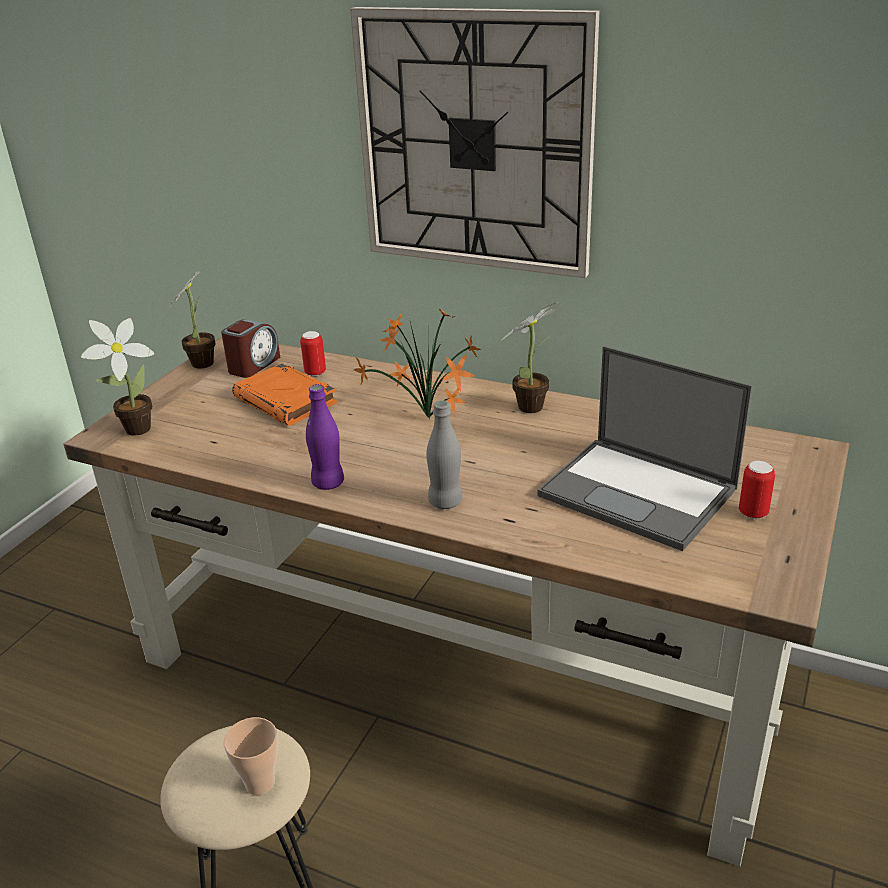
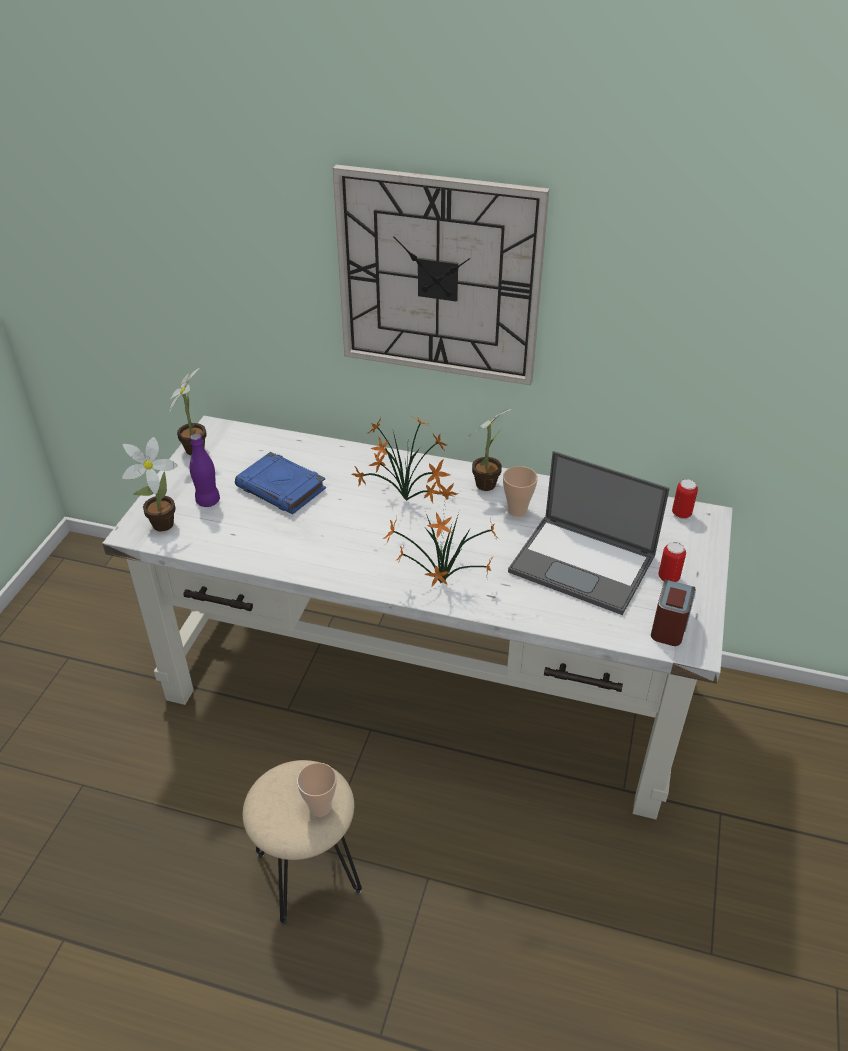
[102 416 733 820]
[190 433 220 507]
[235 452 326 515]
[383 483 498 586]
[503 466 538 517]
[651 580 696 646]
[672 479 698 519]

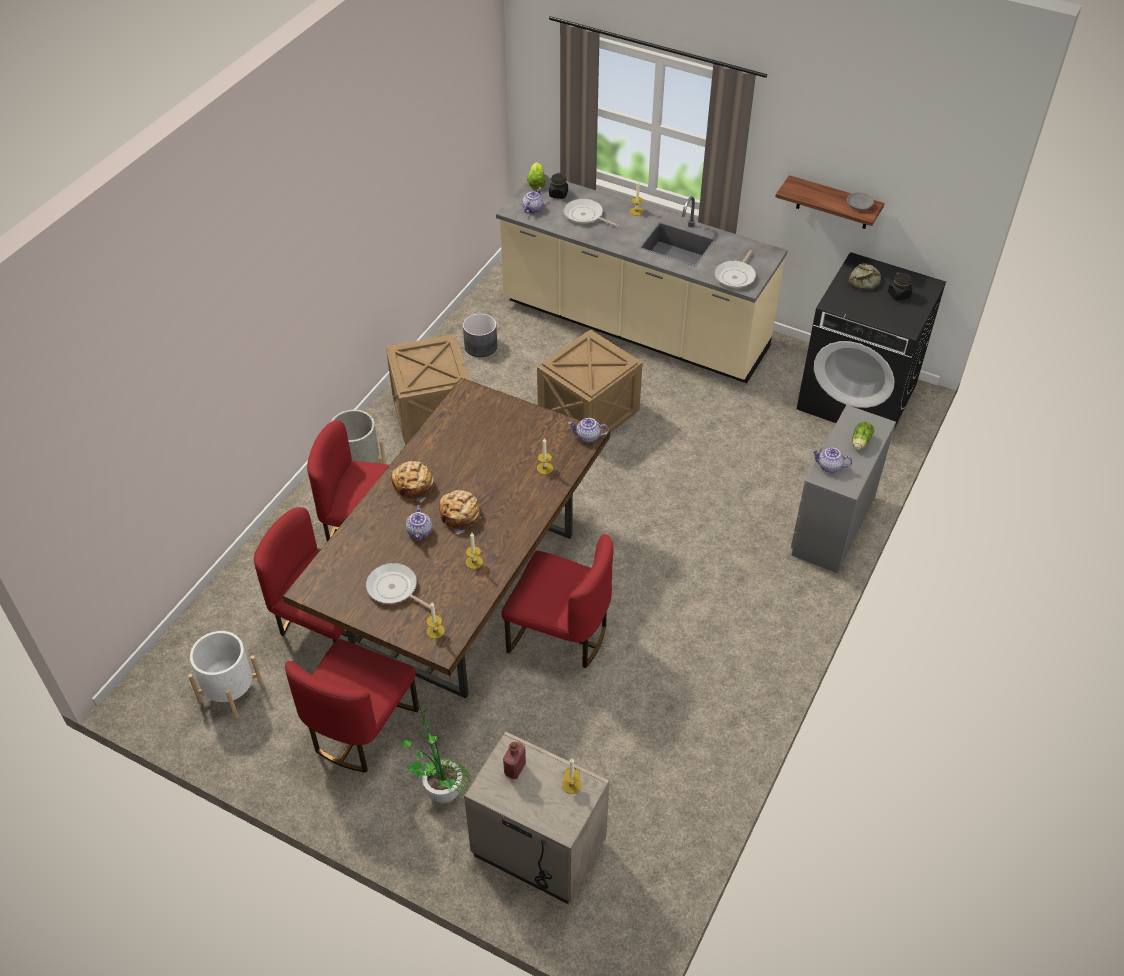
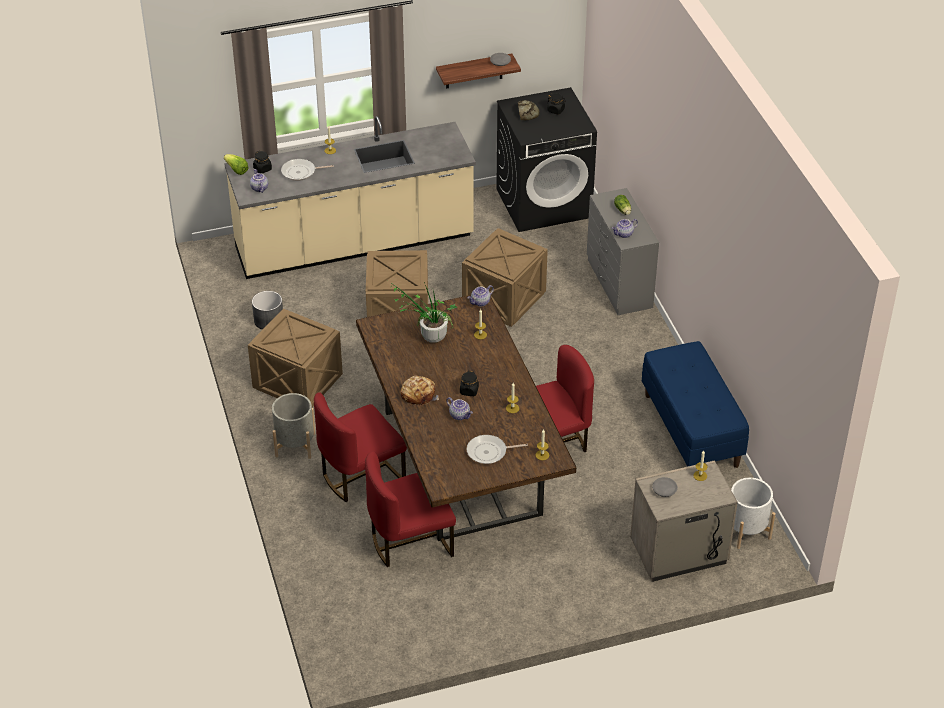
[391 282 457 343]
[460 371 479 396]
[462 228 548 327]
[642 341 749 468]
[652 477 678 497]
[731 478 776 549]
[285 639 419 773] (first image)
[715 250 756 288] (first image)

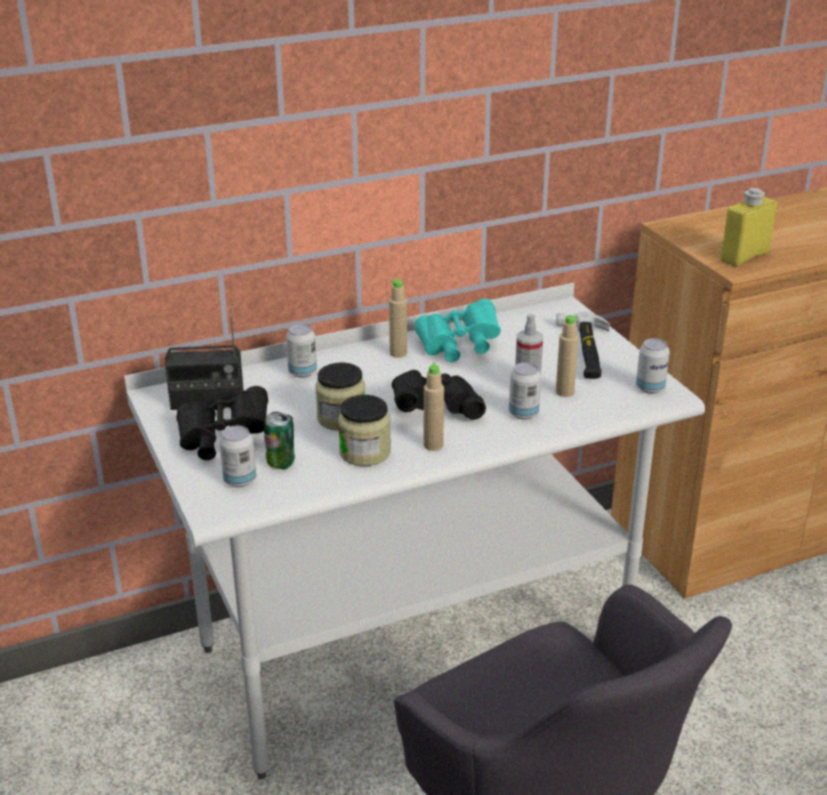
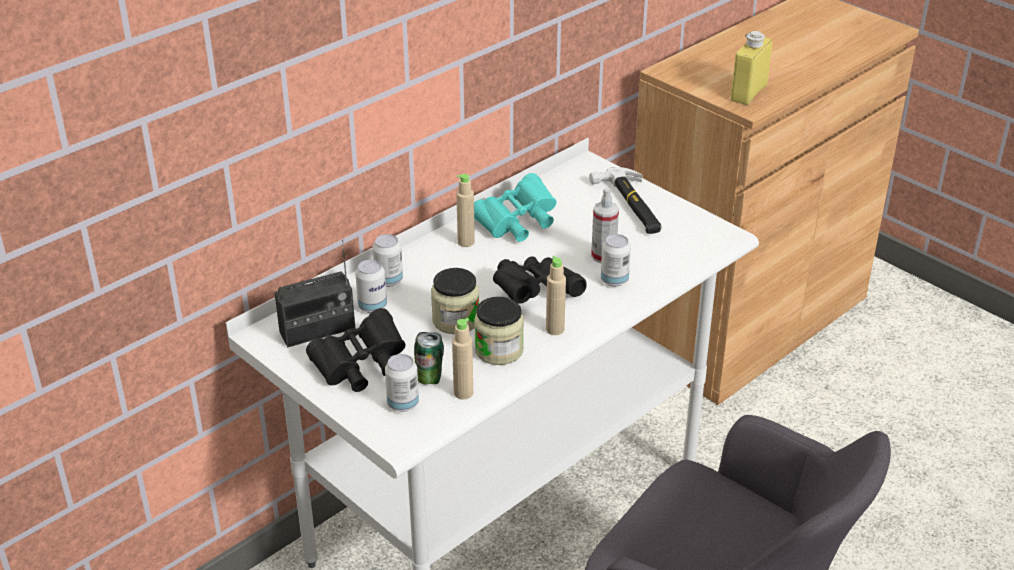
[355 259 387 313]
[452 318 473 399]

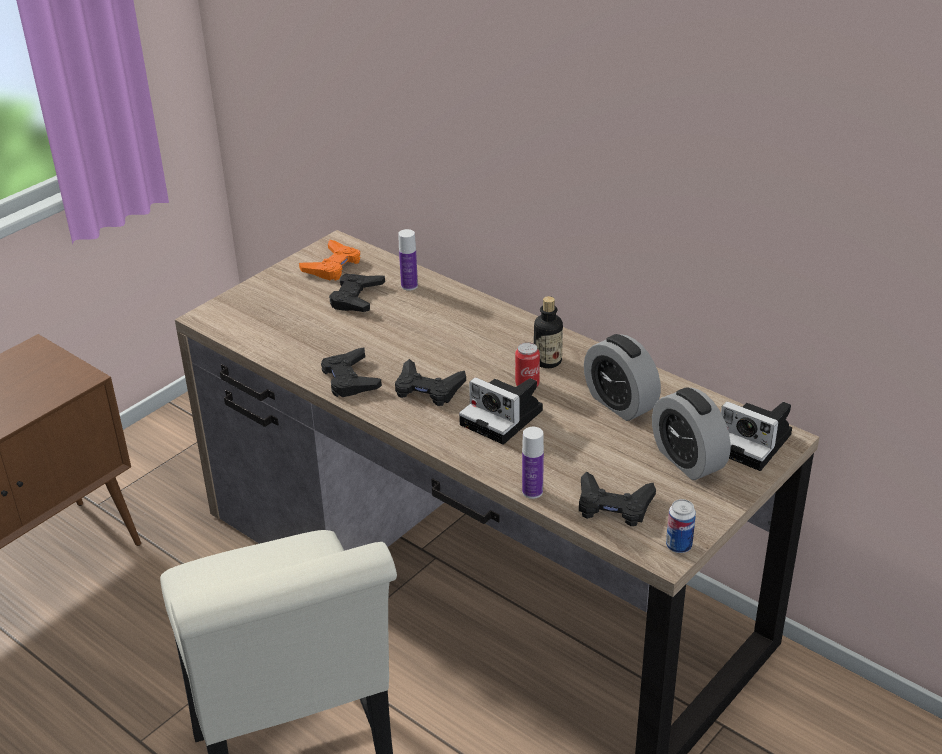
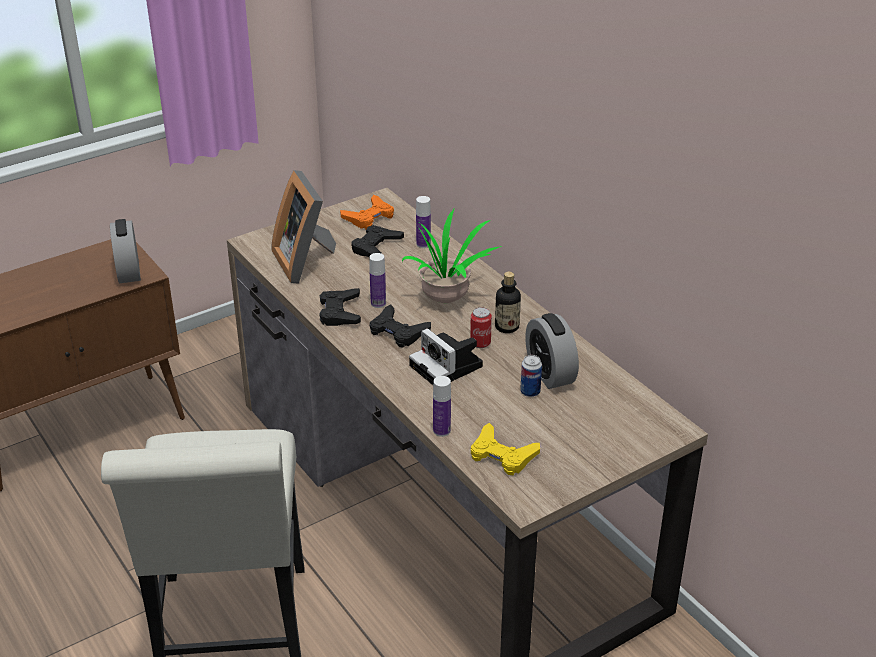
[110 219 141 284]
[271 170 336 284]
[369 253 386 308]
[402 209 502 303]
[471 423 540 475]
[520 355 542 397]
[721 402 792 471] (first image)

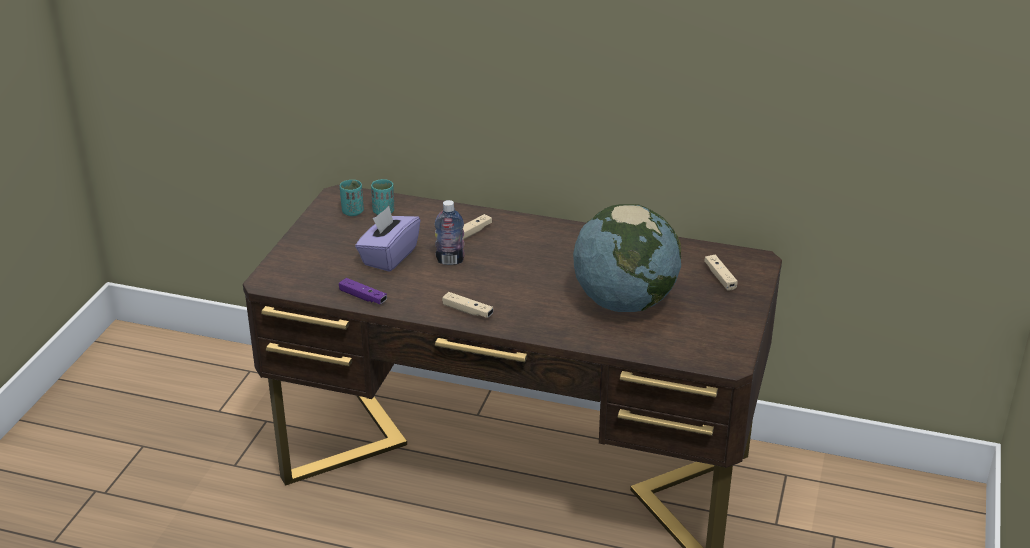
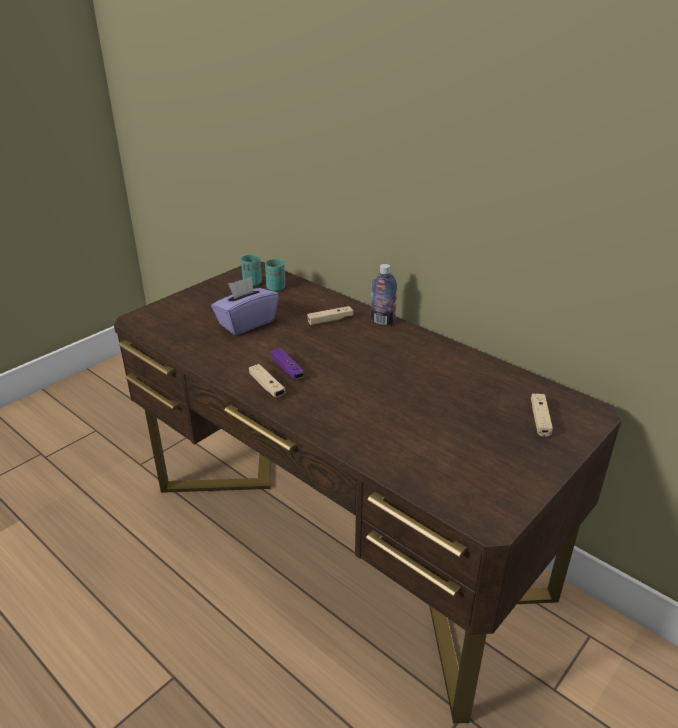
[271 348 305 380]
[371 264 397 325]
[573 204 681 312] (first image)

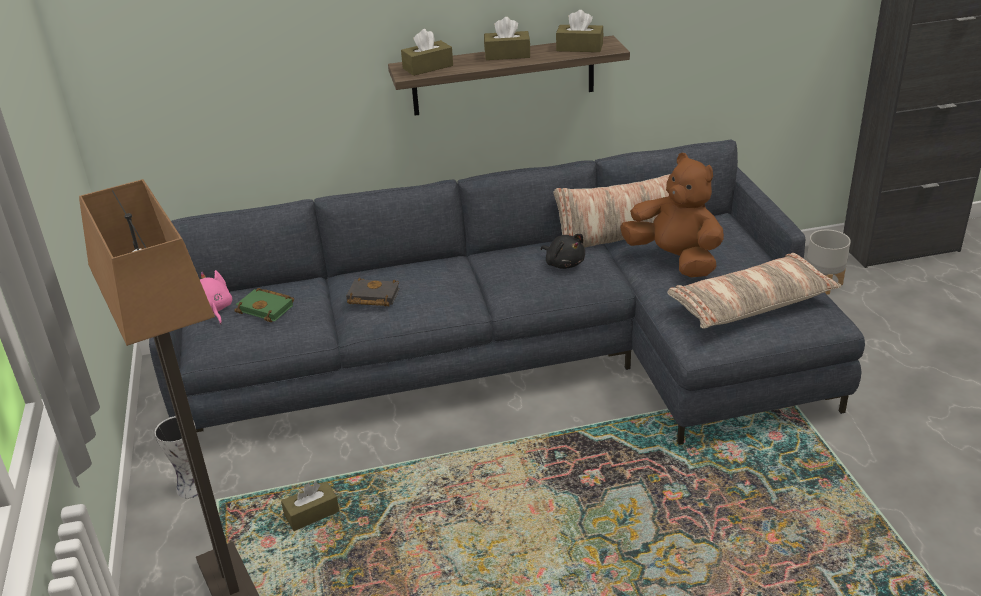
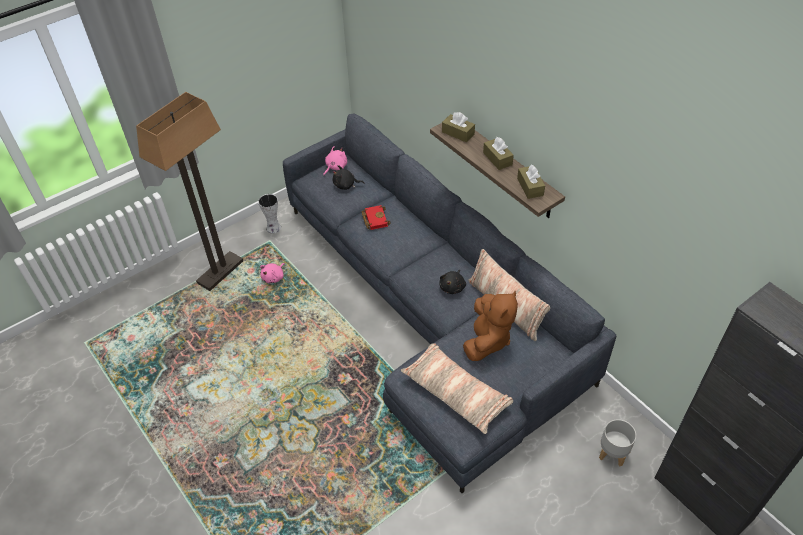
[260 263 285 283]
[333 165 365 190]
[362 205 391 230]

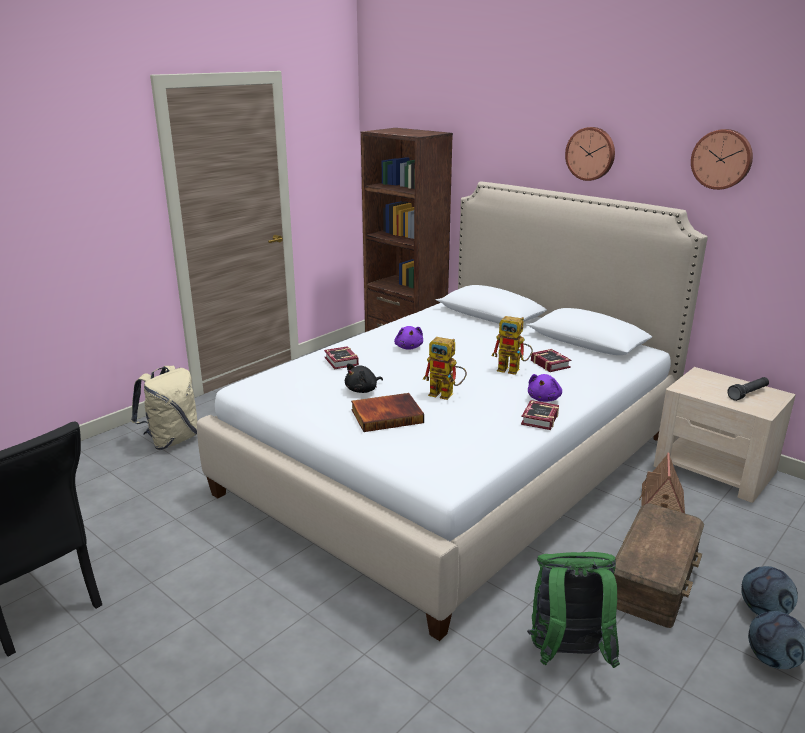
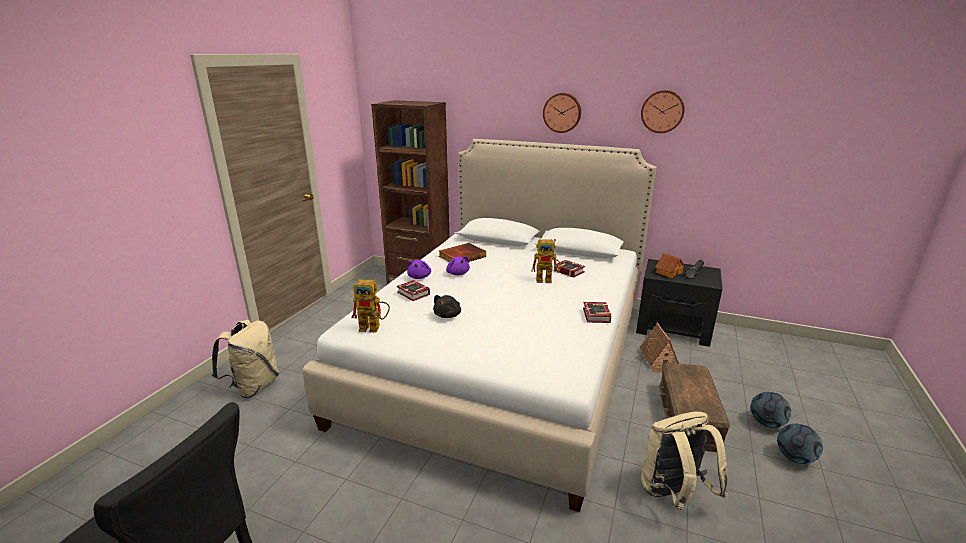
[351 279 390 333]
[407 260 431 279]
[439 243 486 262]
[636 259 723 347]
[641 412 728 512]
[655 253 685 278]

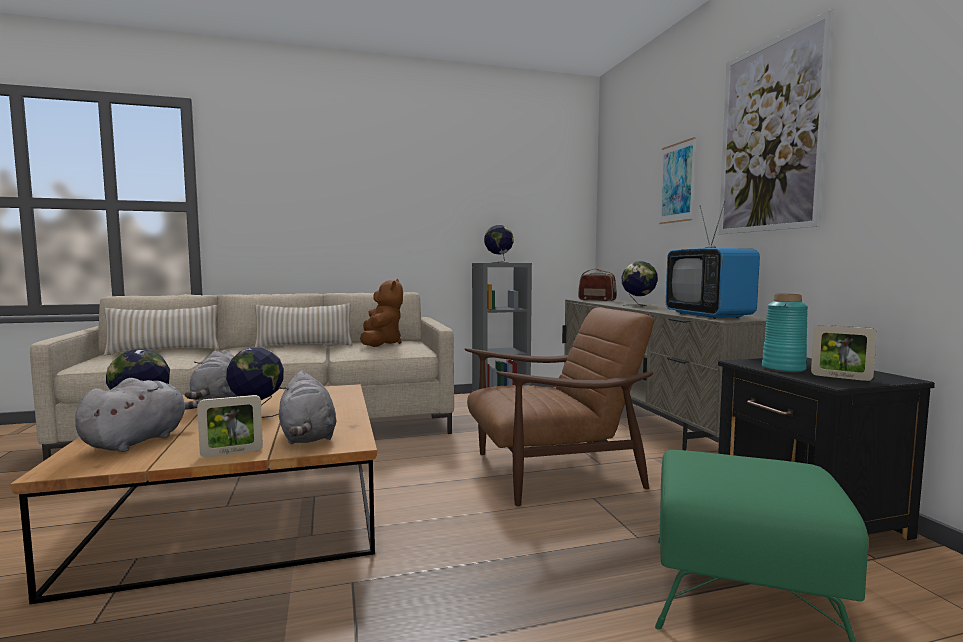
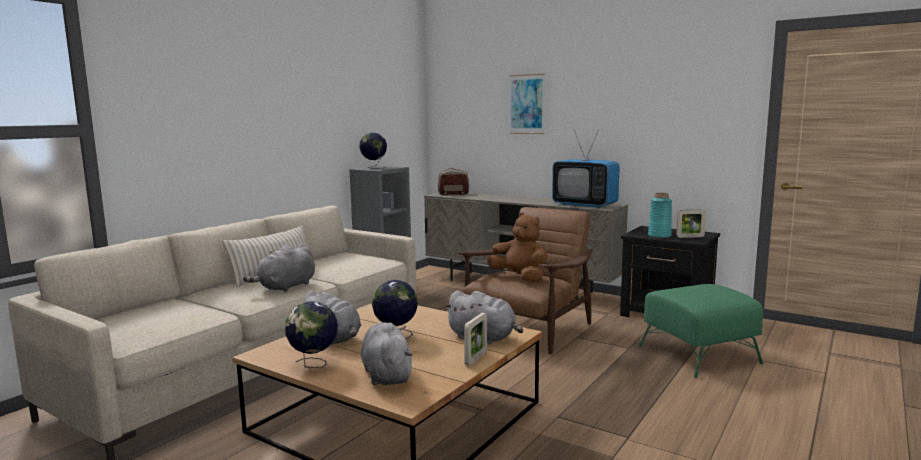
[243 244 315 292]
[486 213 547 282]
[104 305 219 356] (first image)
[622 261 658 306] (first image)
[719 9 834 234] (first image)

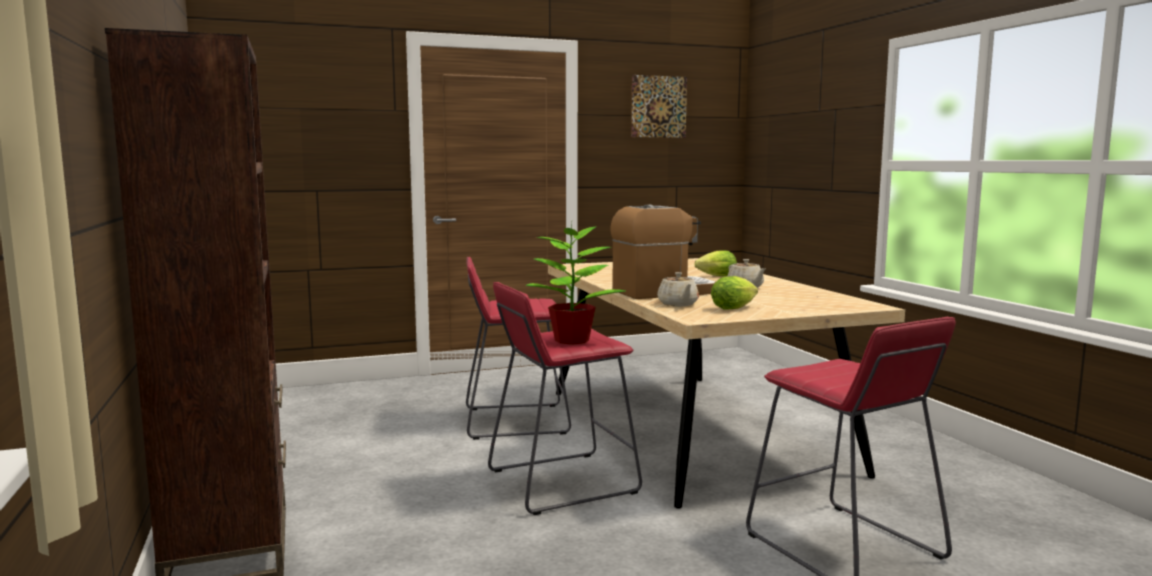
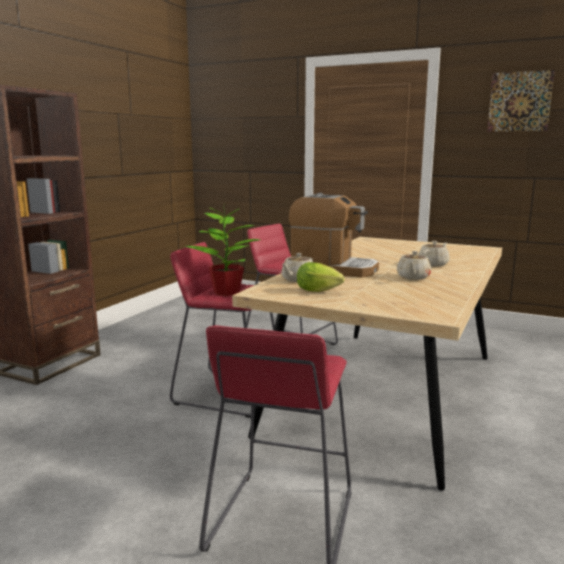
[418 241 450 267]

